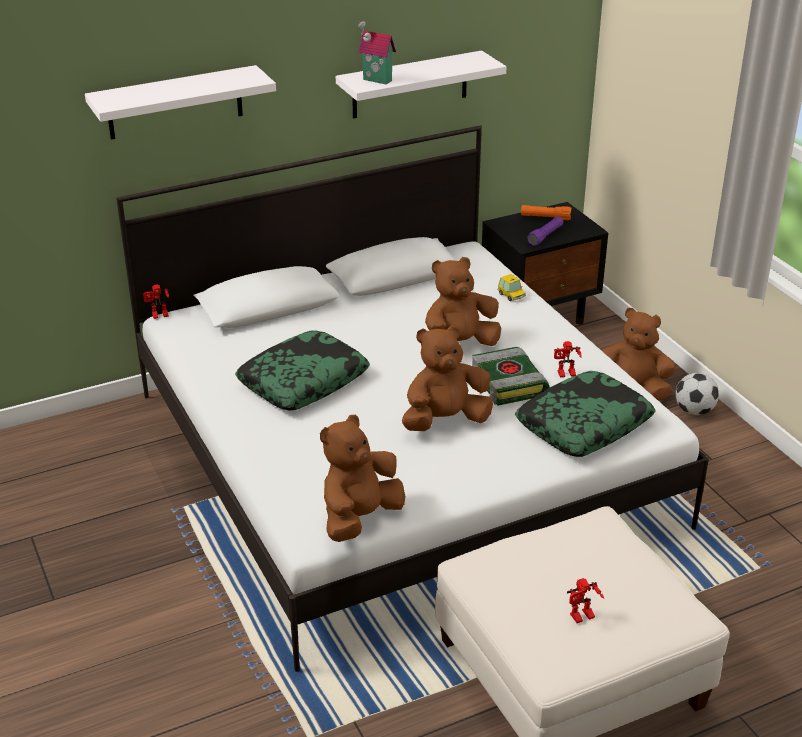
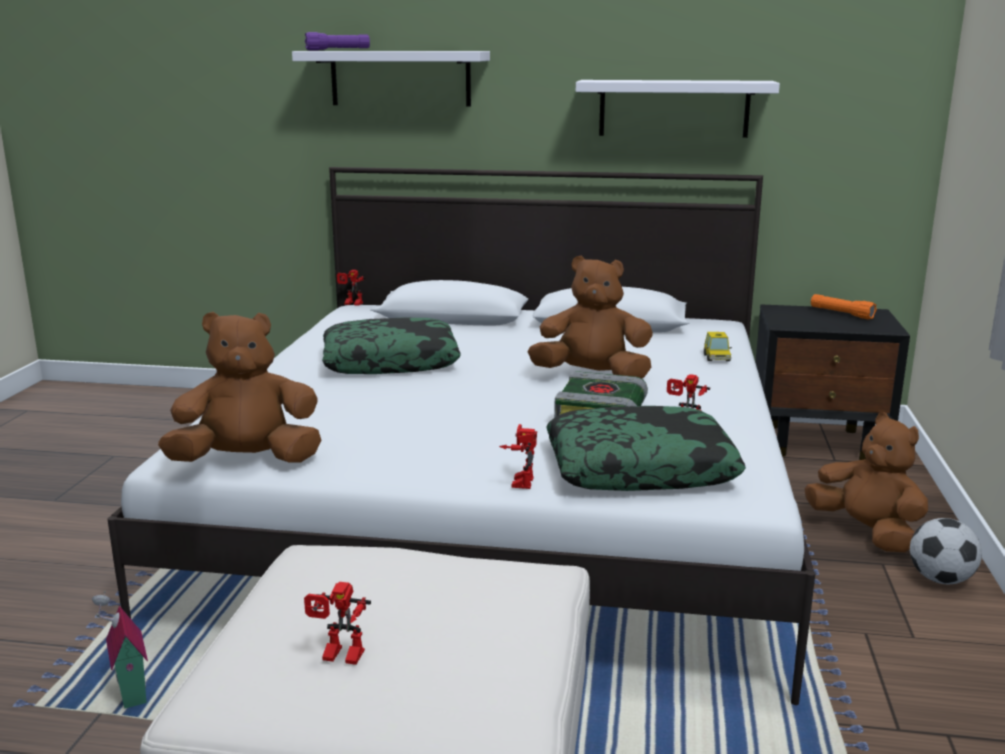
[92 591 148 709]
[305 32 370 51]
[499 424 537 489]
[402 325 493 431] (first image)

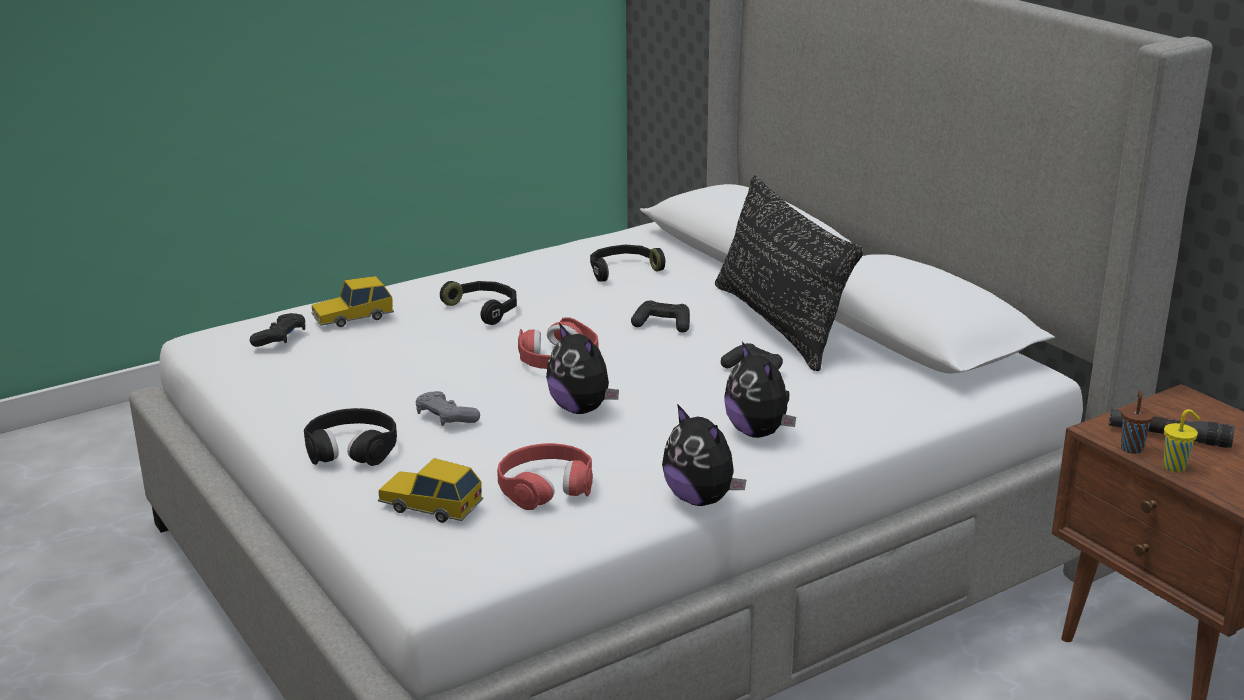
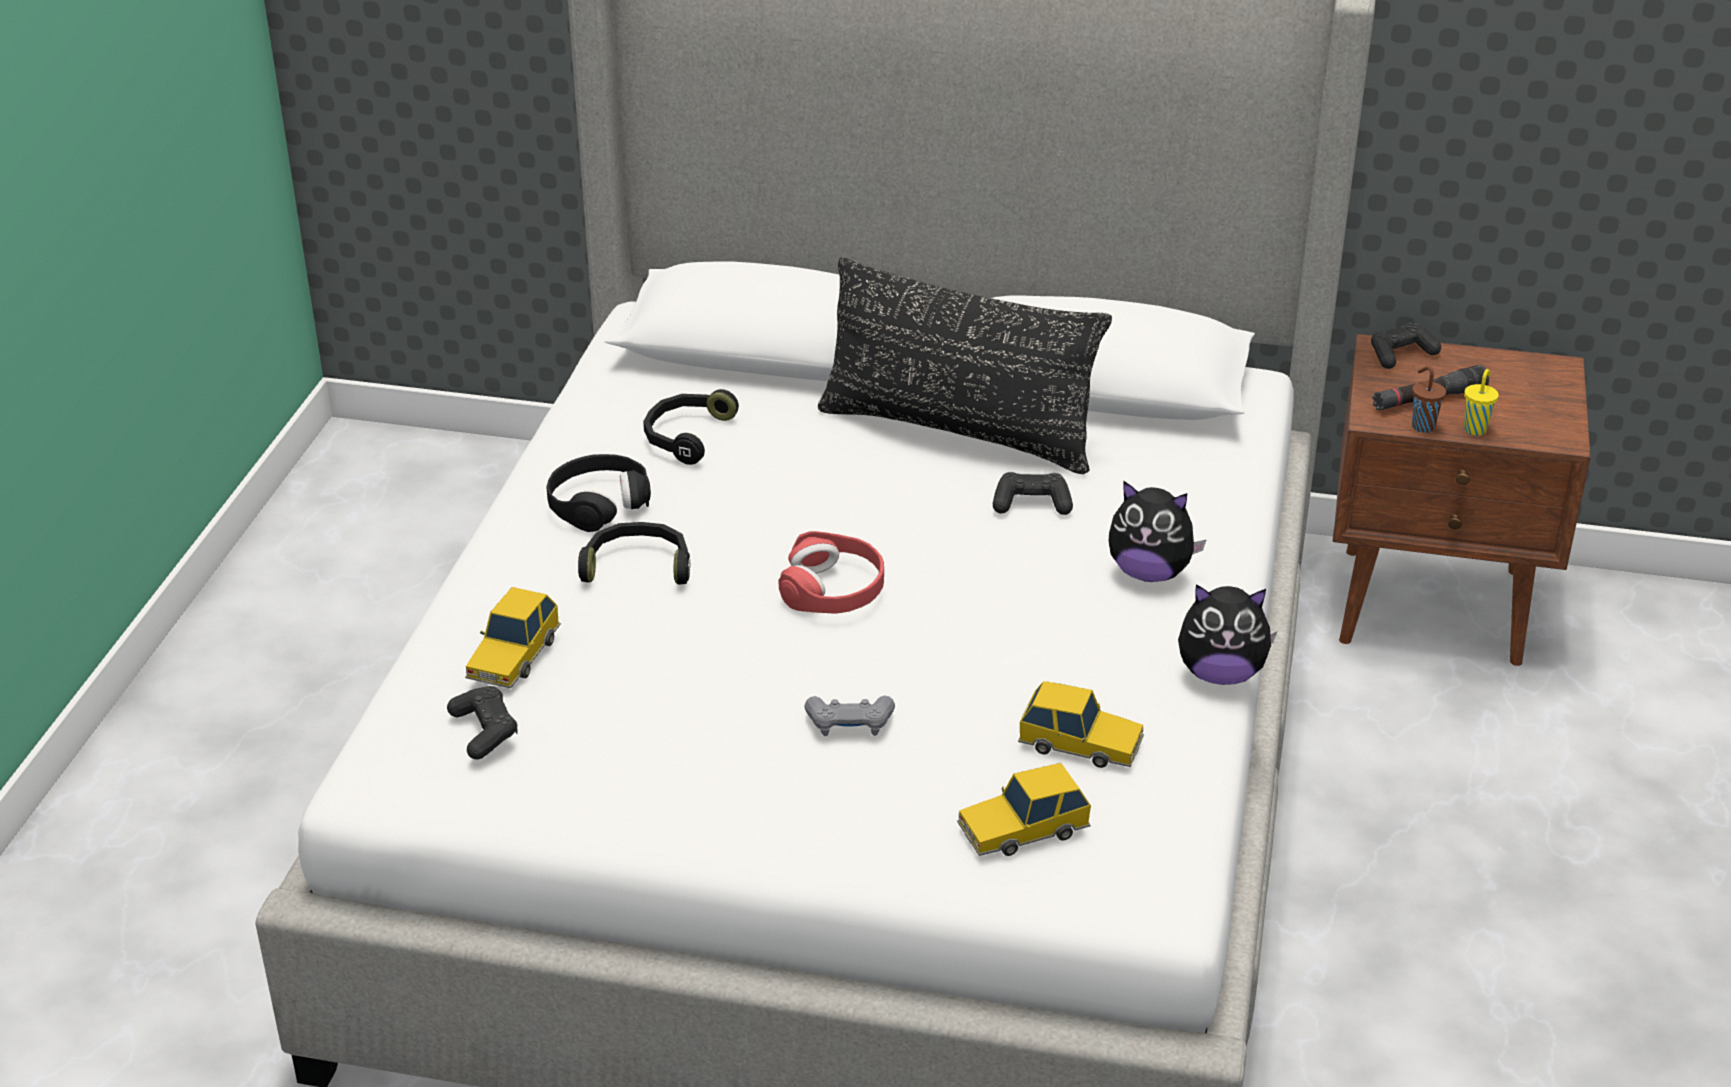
[546 454 651 532]
[1018 681 1144 768]
[1371 323 1441 369]
[546 323 619 414] (first image)

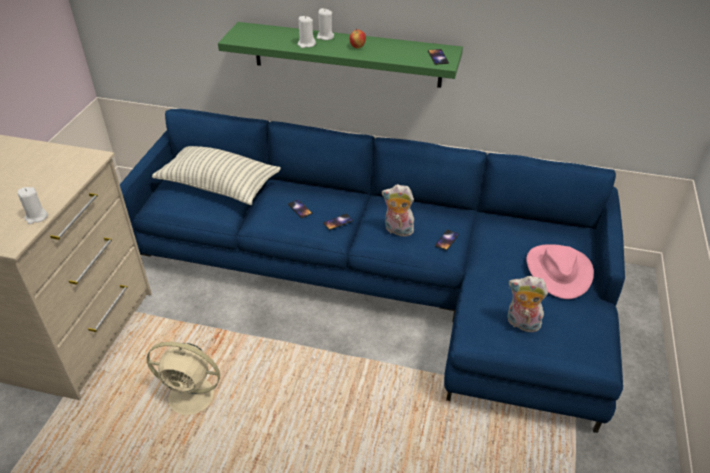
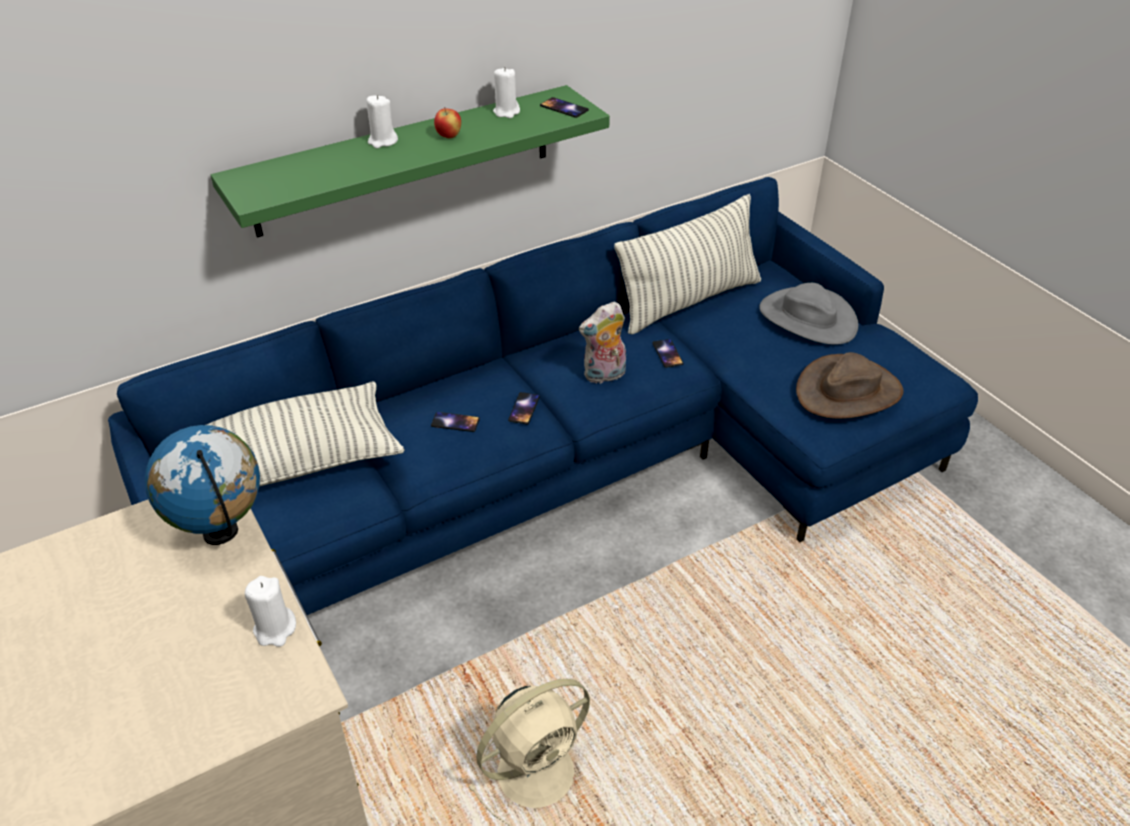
[145 425 260 545]
[493 67 520 118]
[614 194 761 334]
[759 283 858 345]
[796 352 903 419]

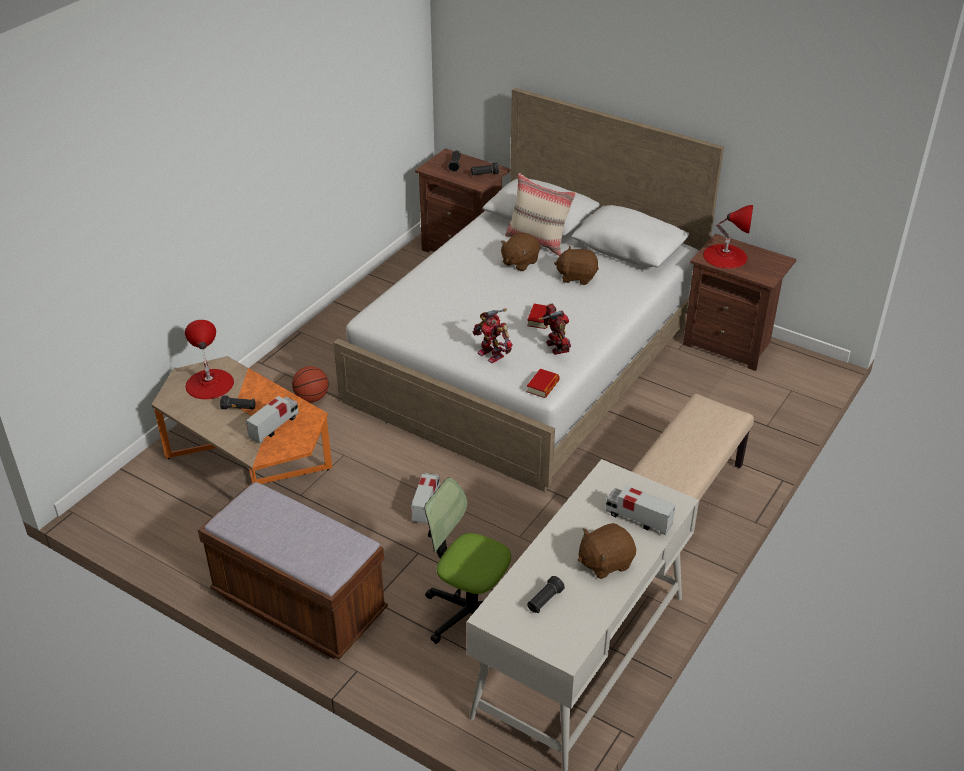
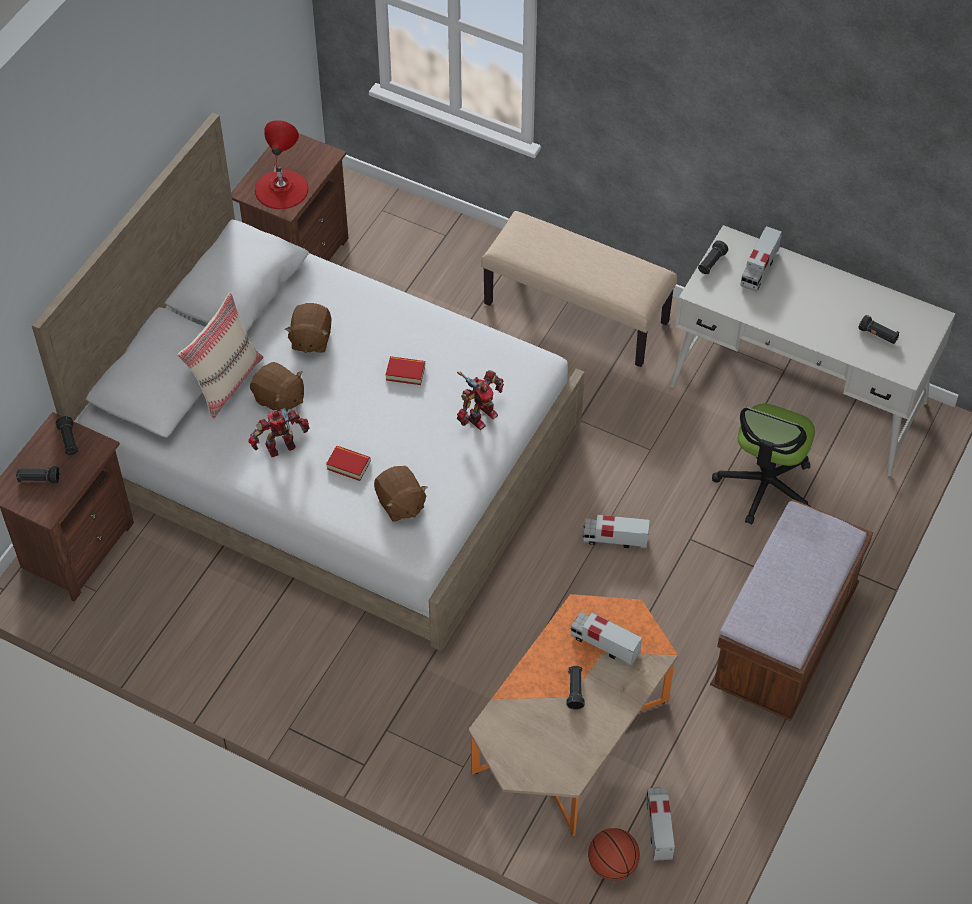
[248 408 309 457]
[326 446 371 481]
[374 466 428 522]
[588 828 640 881]
[646 787 675 861]
[698 240 728 274]
[185 320 234 399] (first image)

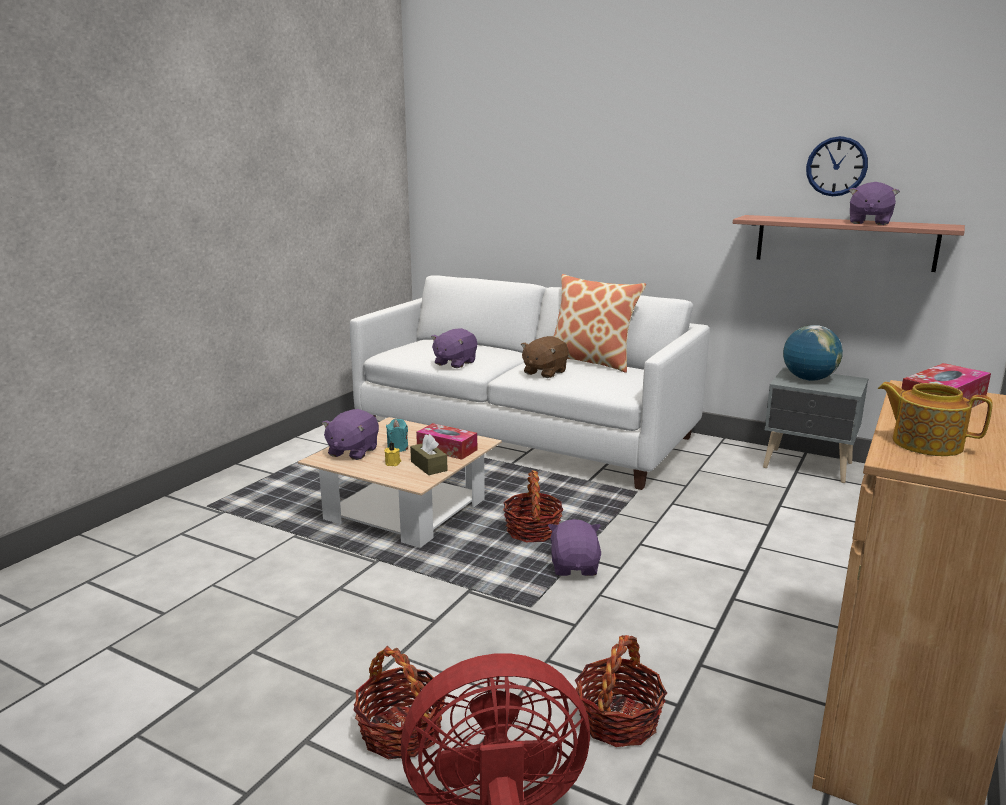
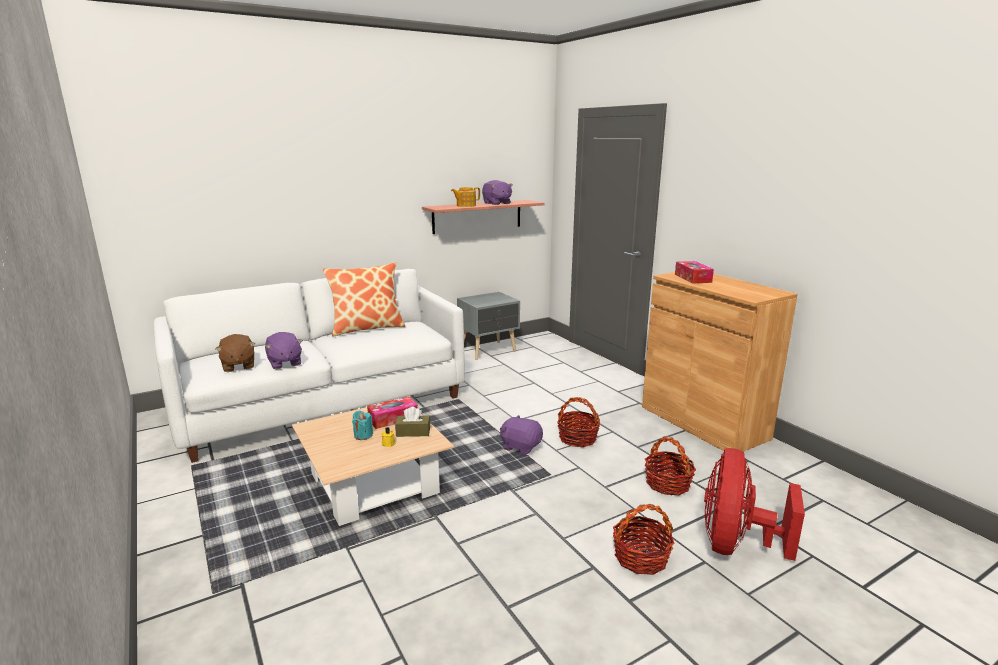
[215 334 255 372]
[451 187 480 207]
[557 397 600 447]
[322 409 379 460] (first image)
[783 325 843 381] (first image)
[806 136 868 196] (first image)

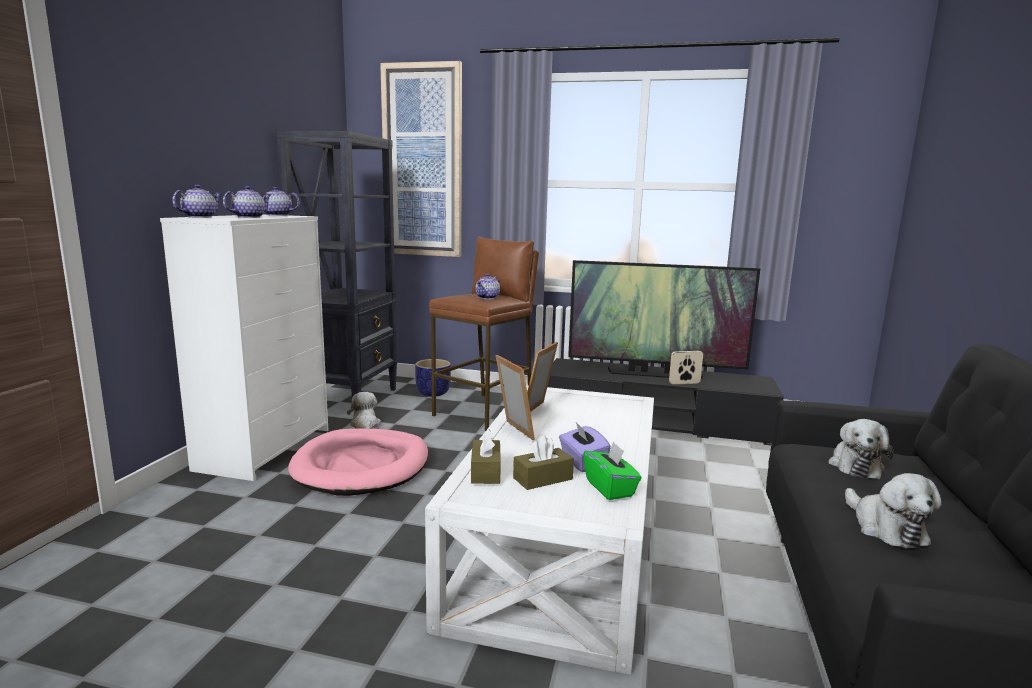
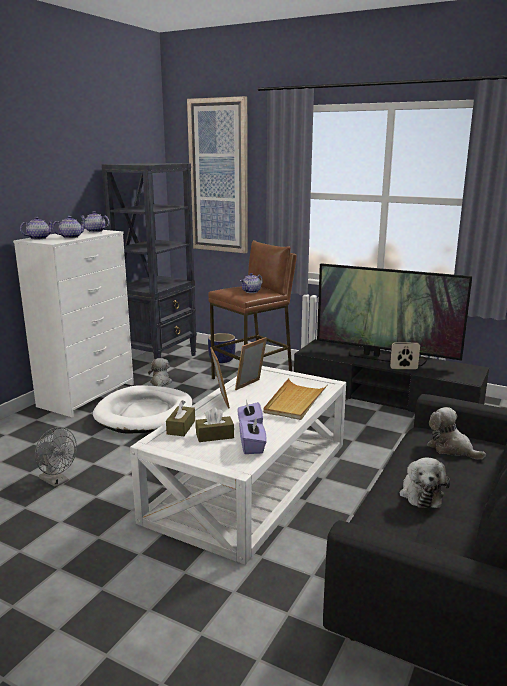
[35 427 77 487]
[93 386 193 434]
[239 416 267 454]
[263 378 328 420]
[427 407 486 460]

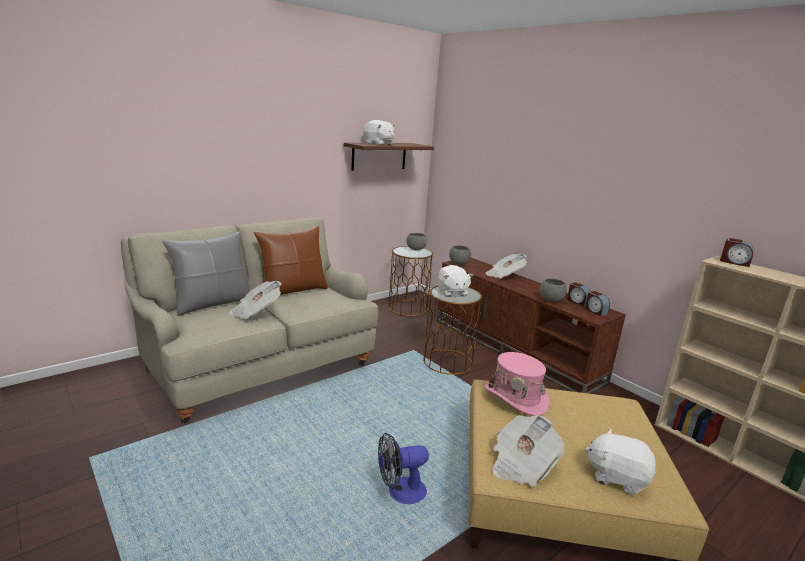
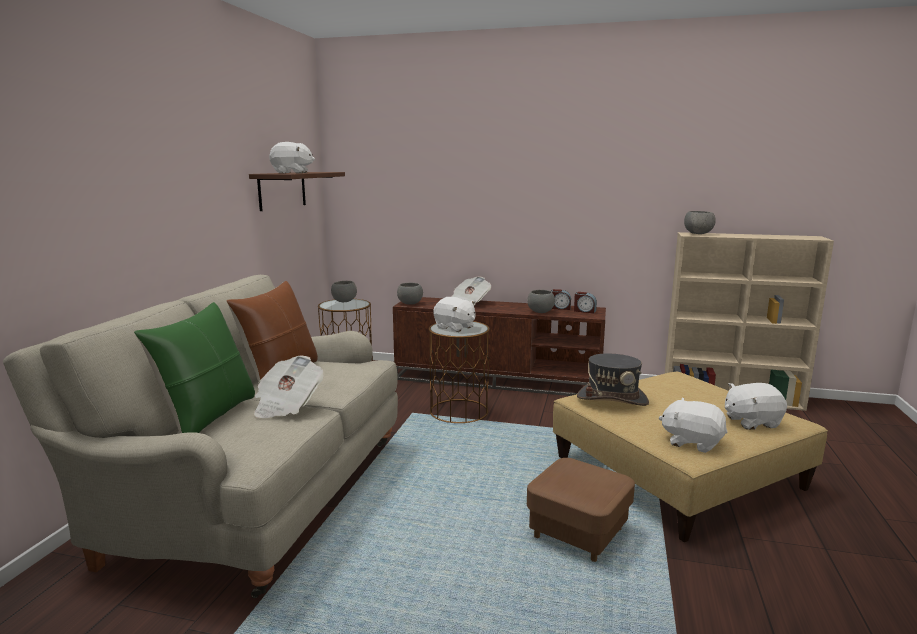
[134 302 255 433]
[527 458 635 562]
[577 354 649 406]
[659 398 727 453]
[684 211 716 234]

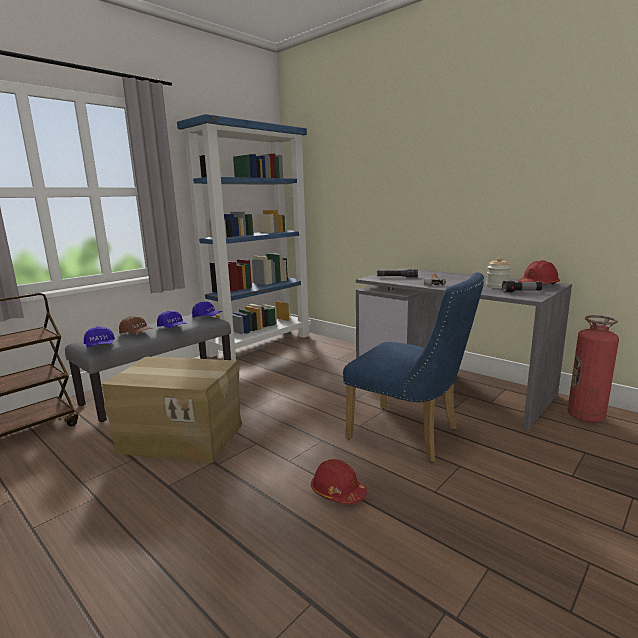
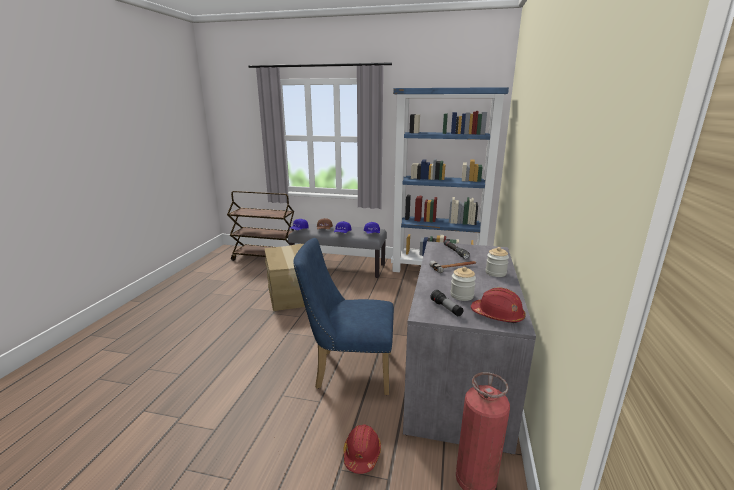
[293 238 394 395]
[343 424 381 474]
[486 247 509 277]

